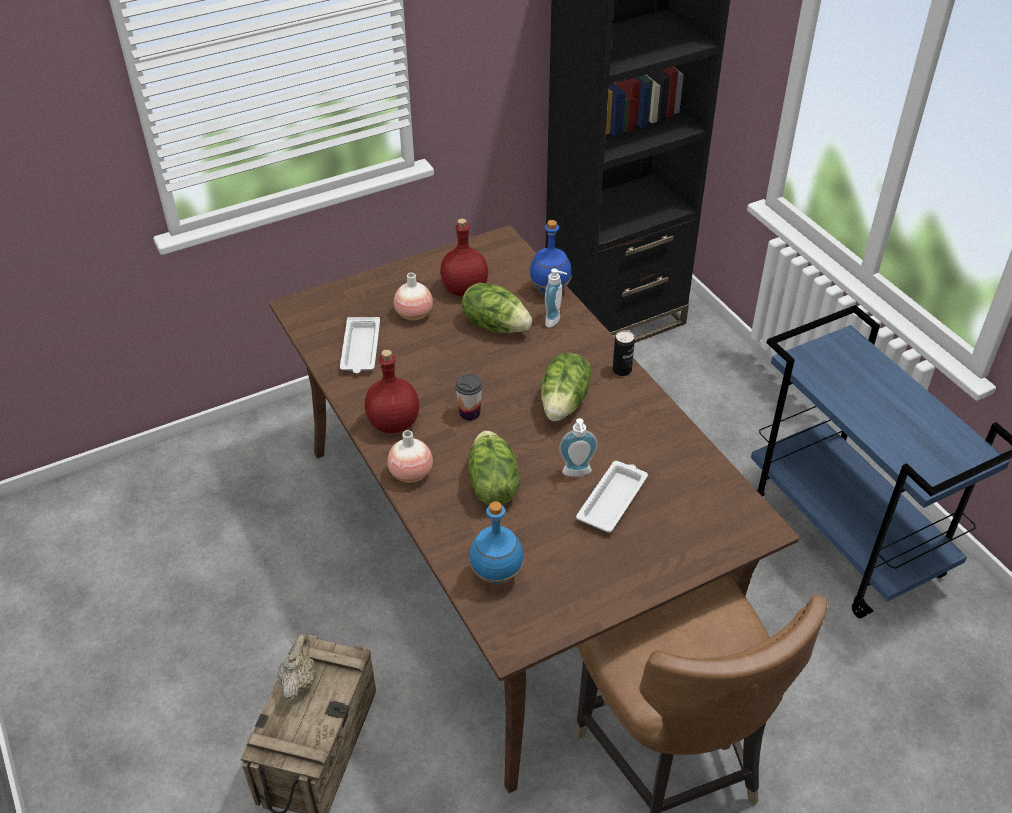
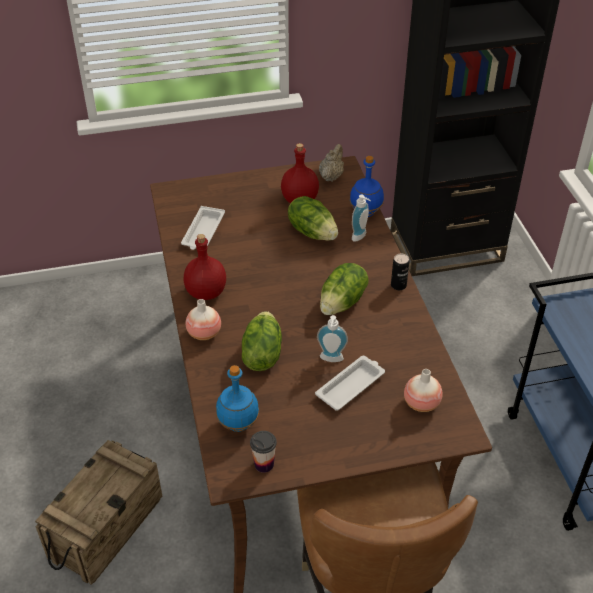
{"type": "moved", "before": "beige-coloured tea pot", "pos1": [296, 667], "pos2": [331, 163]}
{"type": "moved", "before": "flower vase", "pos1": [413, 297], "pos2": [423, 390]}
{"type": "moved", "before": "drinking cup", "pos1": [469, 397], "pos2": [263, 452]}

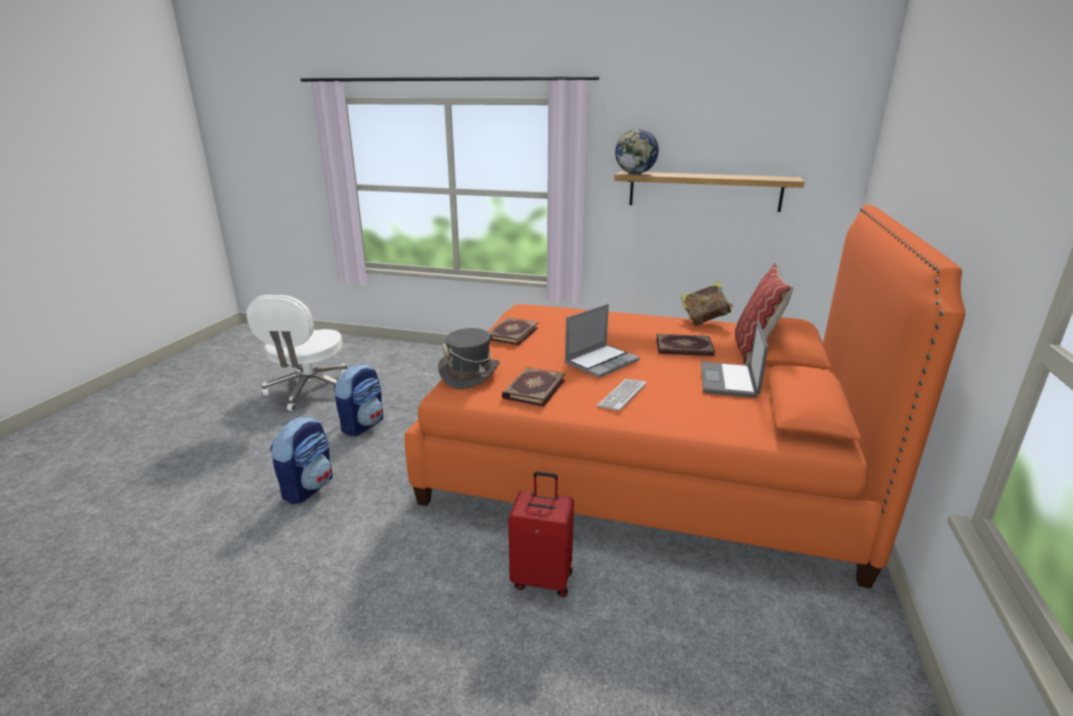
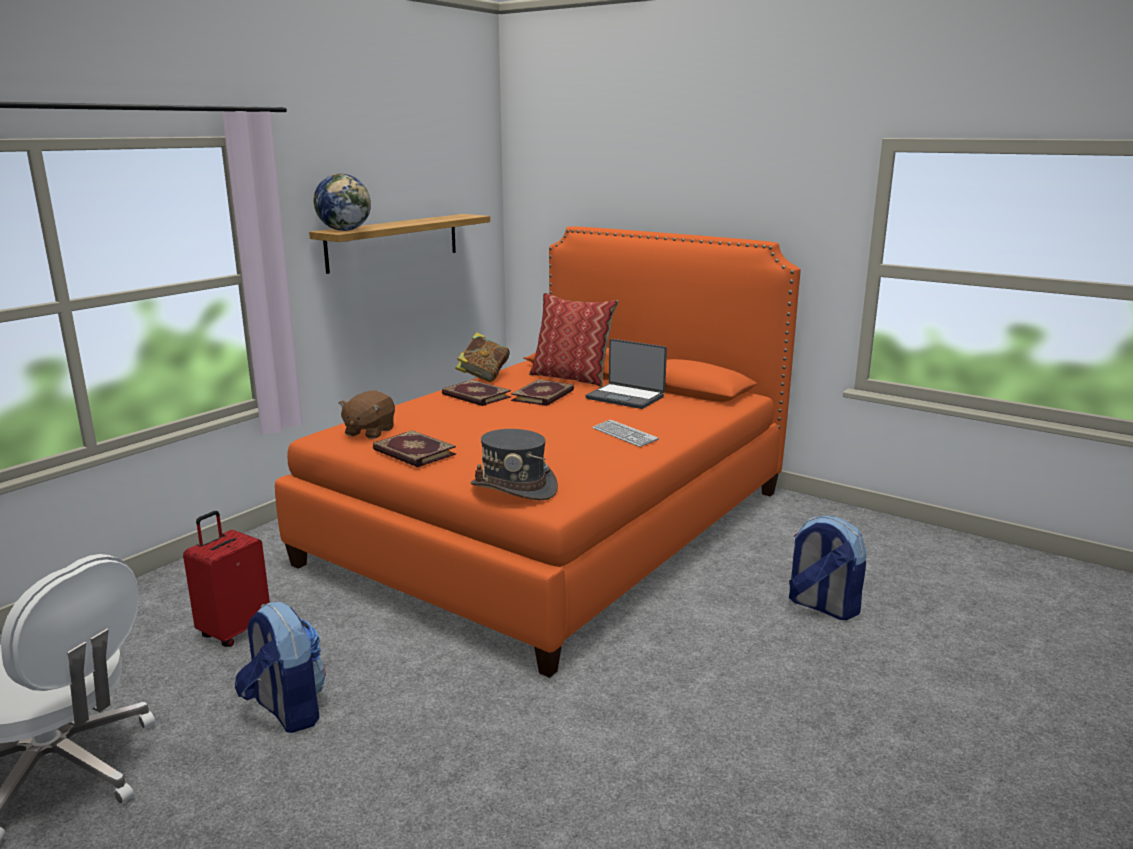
{"type": "moved", "before": "knapsack", "pos1": [301, 460], "pos2": [827, 568]}
{"type": "moved", "before": "bound book", "pos1": [533, 387], "pos2": [476, 393]}
{"type": "moved", "before": "red-coloured piece of luggage", "pos1": [541, 534], "pos2": [226, 579]}
{"type": "removed", "before": "portable computer", "pos1": [602, 341]}
{"type": "added", "after": "brown-coloured plush toy", "pos2": [367, 414]}

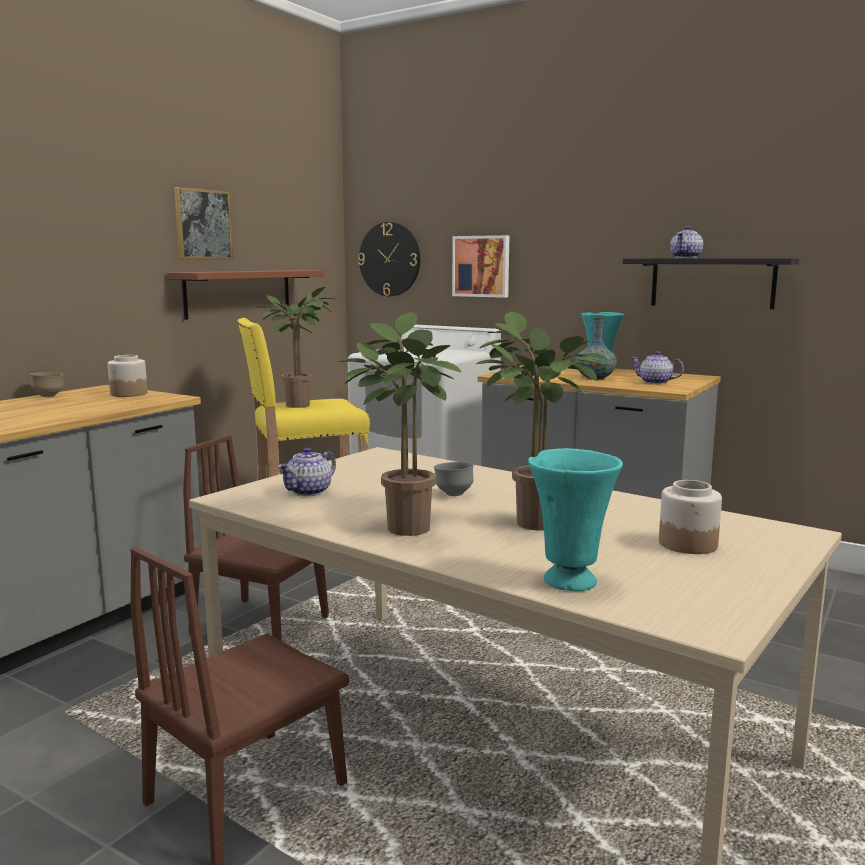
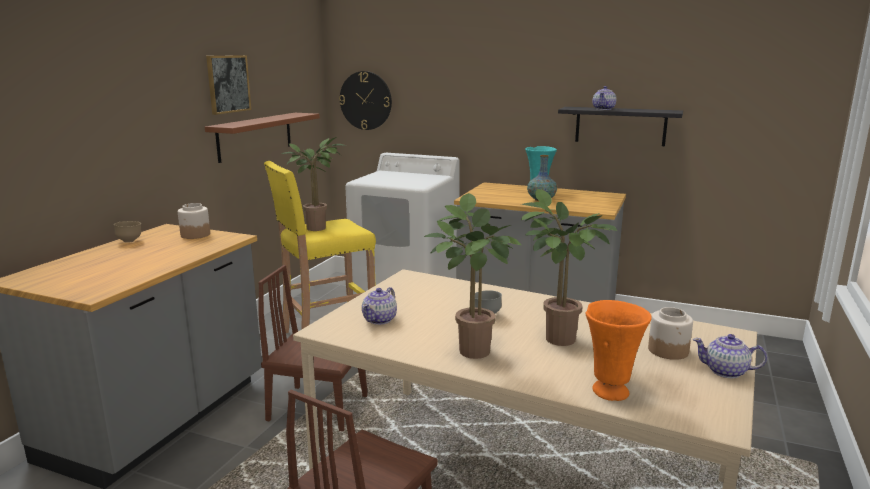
{"type": "removed", "before": "picture", "pos1": [480, 266]}
{"type": "recoloured", "before": "turquoise-coloured flower vase", "after": "orange flower vase", "pos1": [575, 519], "pos2": [618, 350]}
{"type": "moved", "before": "tea pot", "pos1": [657, 367], "pos2": [730, 356]}

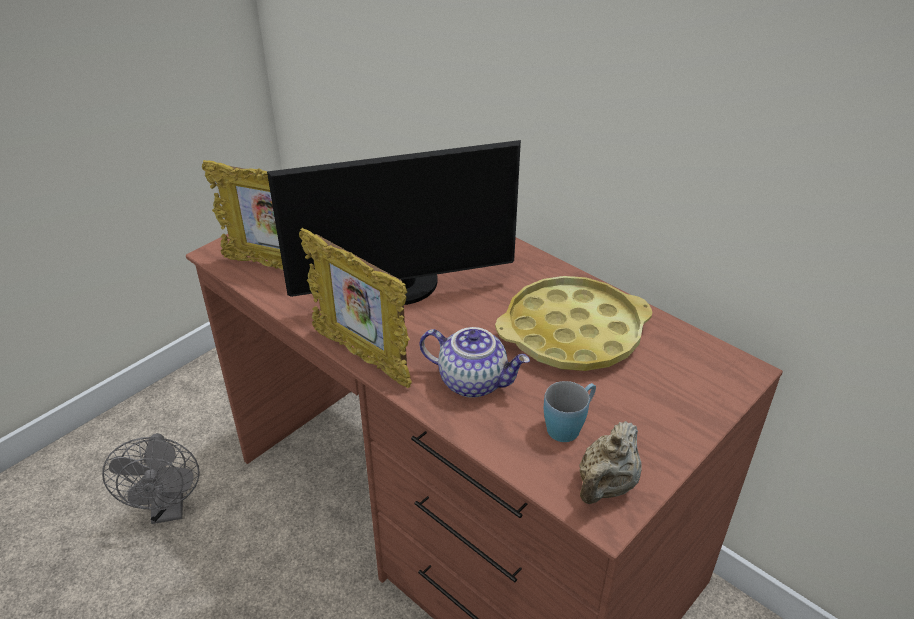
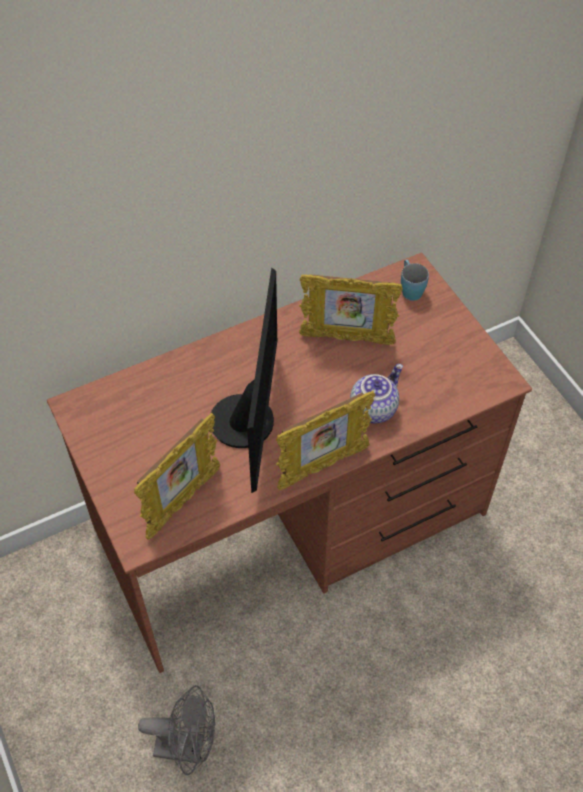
{"type": "replaced", "before": "yellowish serving tray", "after": "photo frame", "pos1": [573, 323], "pos2": [351, 309]}
{"type": "moved", "before": "bluish tea mug", "pos1": [570, 411], "pos2": [415, 280]}
{"type": "removed", "before": "beige-coloured tea pot", "pos1": [610, 462]}

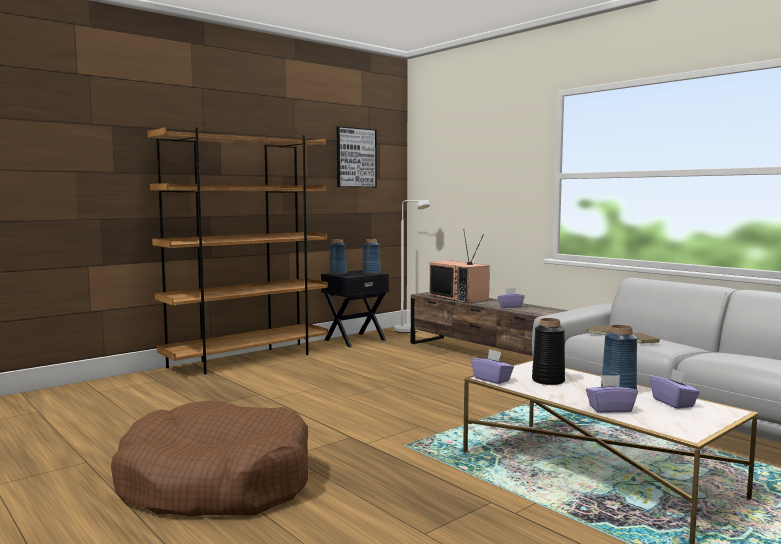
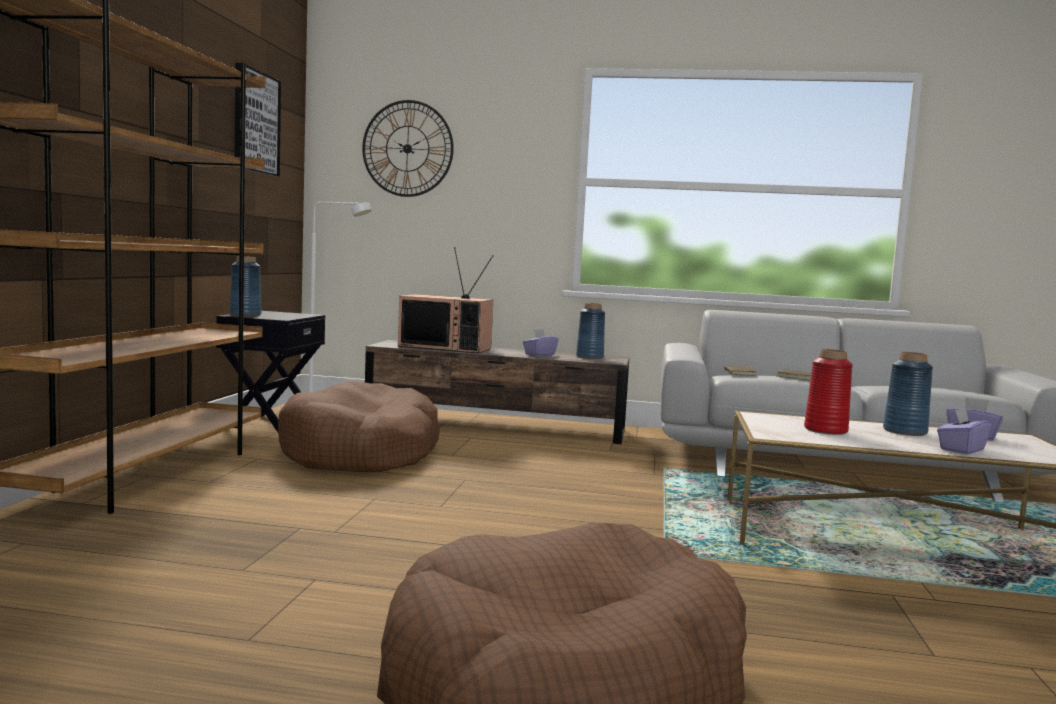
{"type": "moved", "before": "bluish flower vase", "pos1": [372, 256], "pos2": [590, 331]}
{"type": "removed", "before": "purplish tissue holder", "pos1": [492, 366]}
{"type": "recoloured", "before": "black-coloured flower vase", "after": "red-coloured flower vase", "pos1": [548, 351], "pos2": [828, 392]}
{"type": "added", "after": "brown-coloured dog bed", "pos2": [359, 426]}
{"type": "added", "after": "clock on the wall", "pos2": [408, 148]}

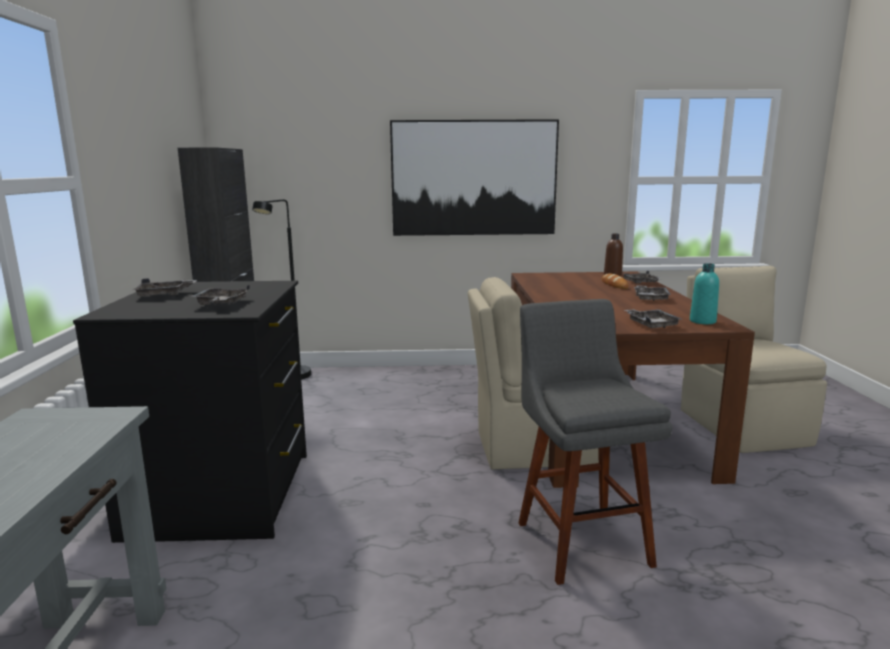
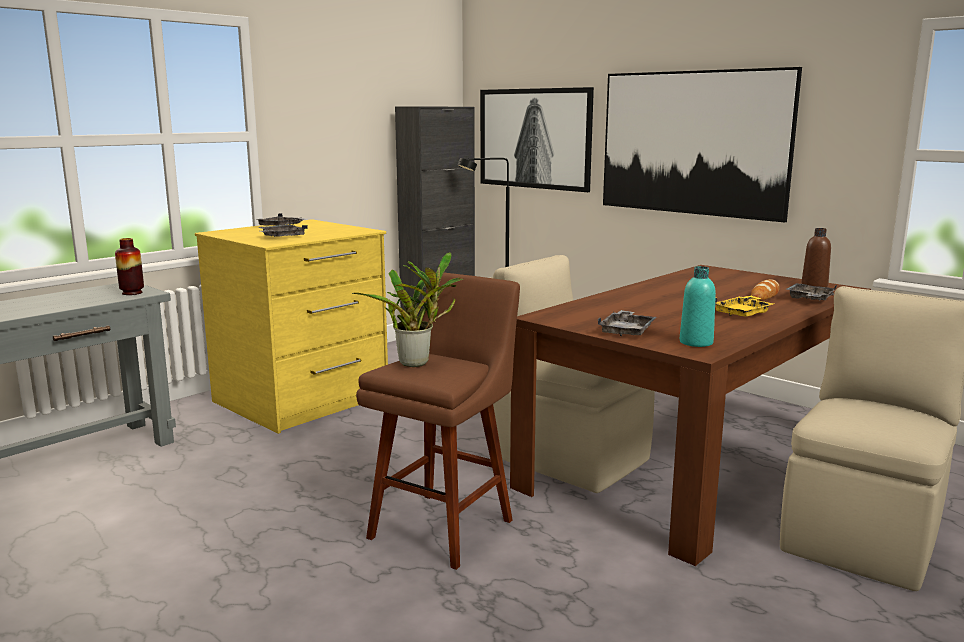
{"type": "recoloured", "before": "black-coloured dresser", "after": "yellowish dresser", "pos1": [190, 412], "pos2": [291, 326]}
{"type": "recoloured", "before": "gray stool seat", "after": "brown-coloured stool seat", "pos1": [595, 442], "pos2": [438, 421]}
{"type": "recoloured", "before": "gray serving tray", "after": "yellowish serving tray", "pos1": [652, 293], "pos2": [744, 306]}
{"type": "added", "after": "flower vase", "pos2": [129, 266]}
{"type": "added", "after": "potted plant", "pos2": [408, 309]}
{"type": "added", "after": "picture", "pos2": [537, 139]}

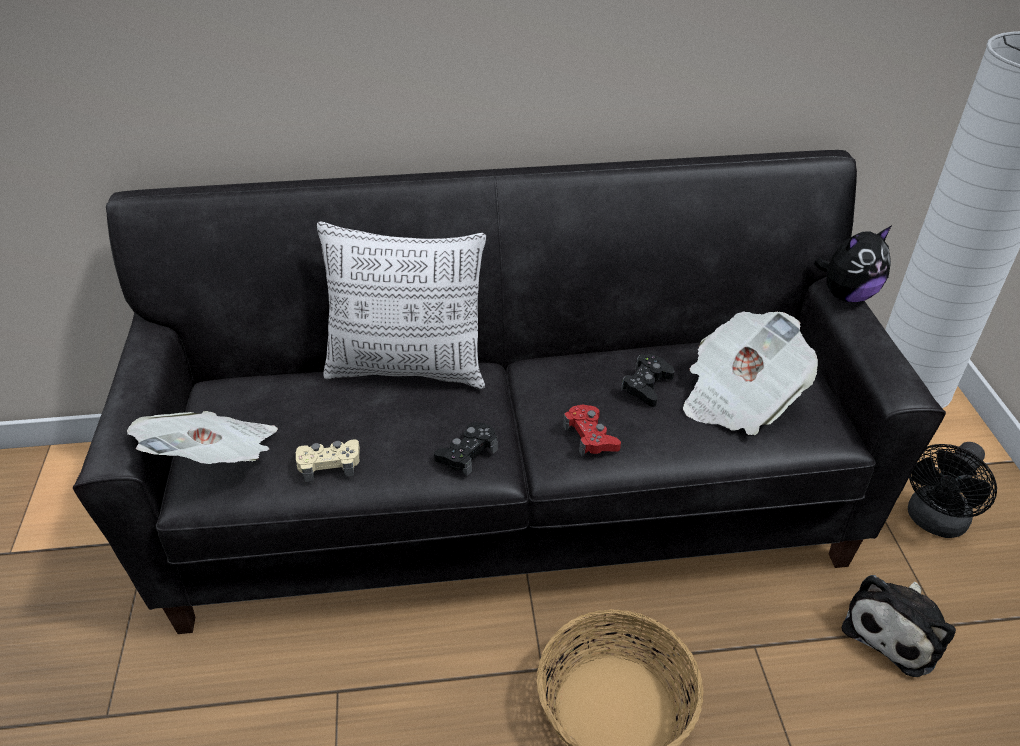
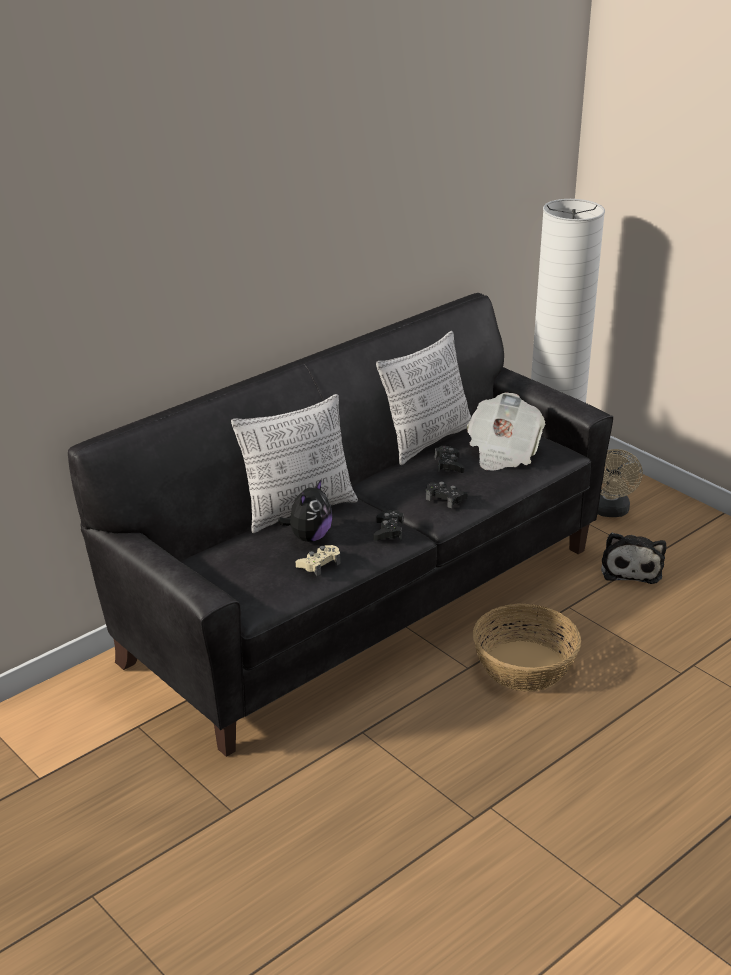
{"type": "removed", "before": "printed paper", "pos1": [202, 437]}
{"type": "recoloured", "before": "red-coloured game controller", "after": "black-coloured game controller", "pos1": [592, 430], "pos2": [447, 495]}
{"type": "moved", "before": "plush toy", "pos1": [853, 263], "pos2": [305, 510]}
{"type": "recoloured", "before": "black-coloured cooling fan", "after": "beige-coloured cooling fan", "pos1": [952, 490], "pos2": [620, 483]}
{"type": "added", "after": "throw pillow", "pos2": [424, 398]}

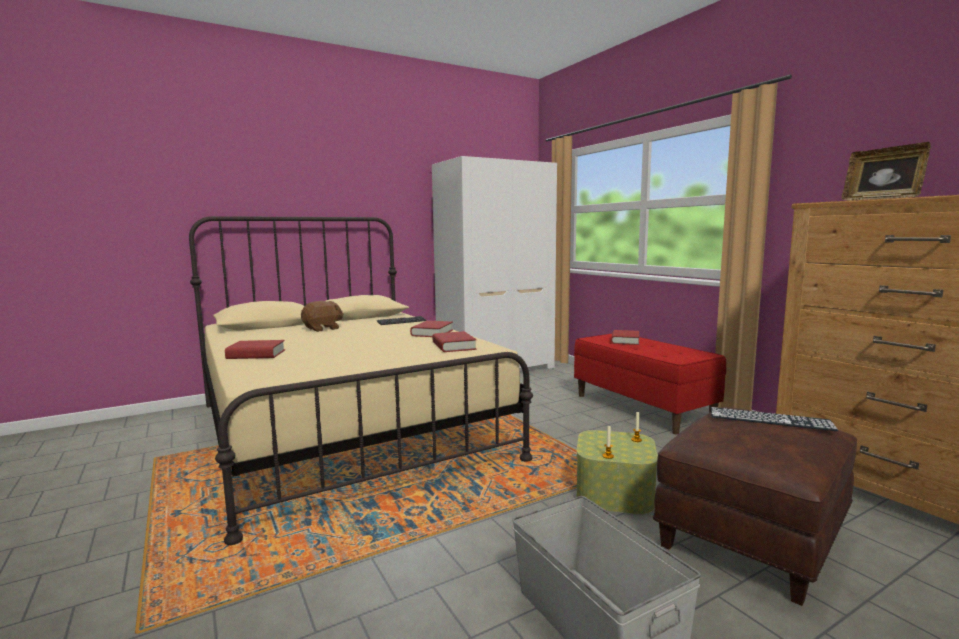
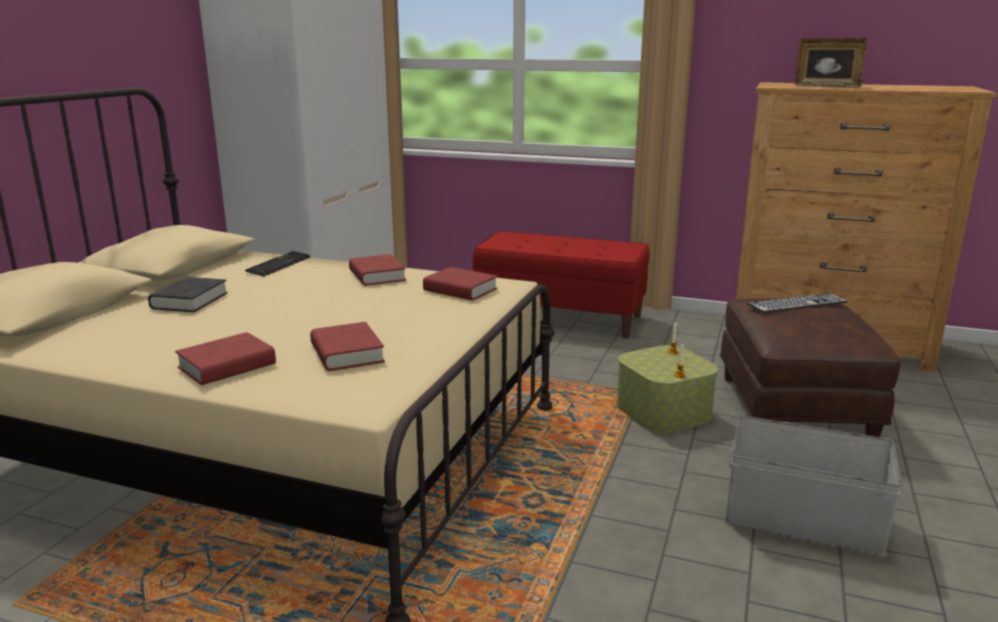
{"type": "replaced", "before": "brown-coloured plush toy", "after": "black-coloured bound book", "pos1": [322, 316], "pos2": [188, 294]}
{"type": "moved", "before": "red-coloured bound book", "pos1": [625, 337], "pos2": [347, 346]}

